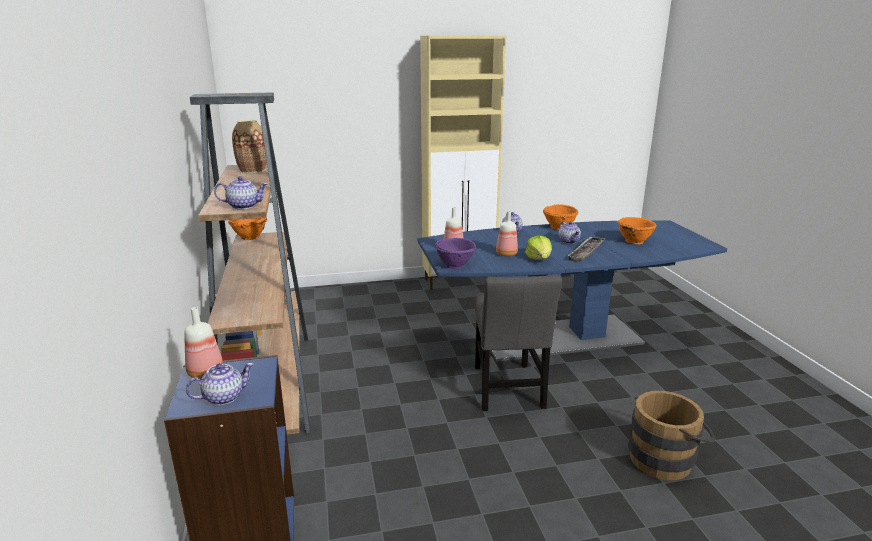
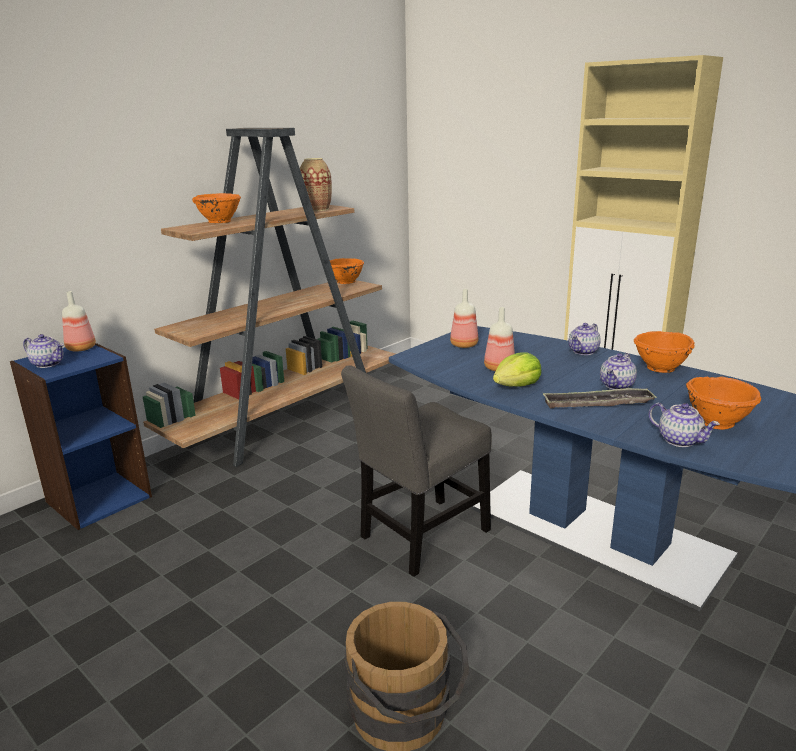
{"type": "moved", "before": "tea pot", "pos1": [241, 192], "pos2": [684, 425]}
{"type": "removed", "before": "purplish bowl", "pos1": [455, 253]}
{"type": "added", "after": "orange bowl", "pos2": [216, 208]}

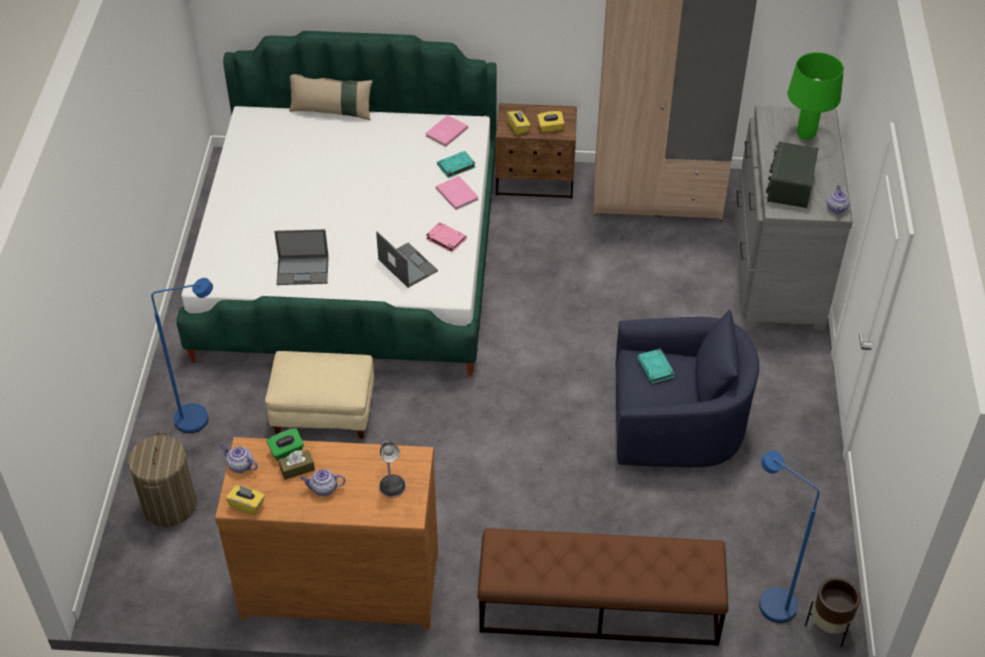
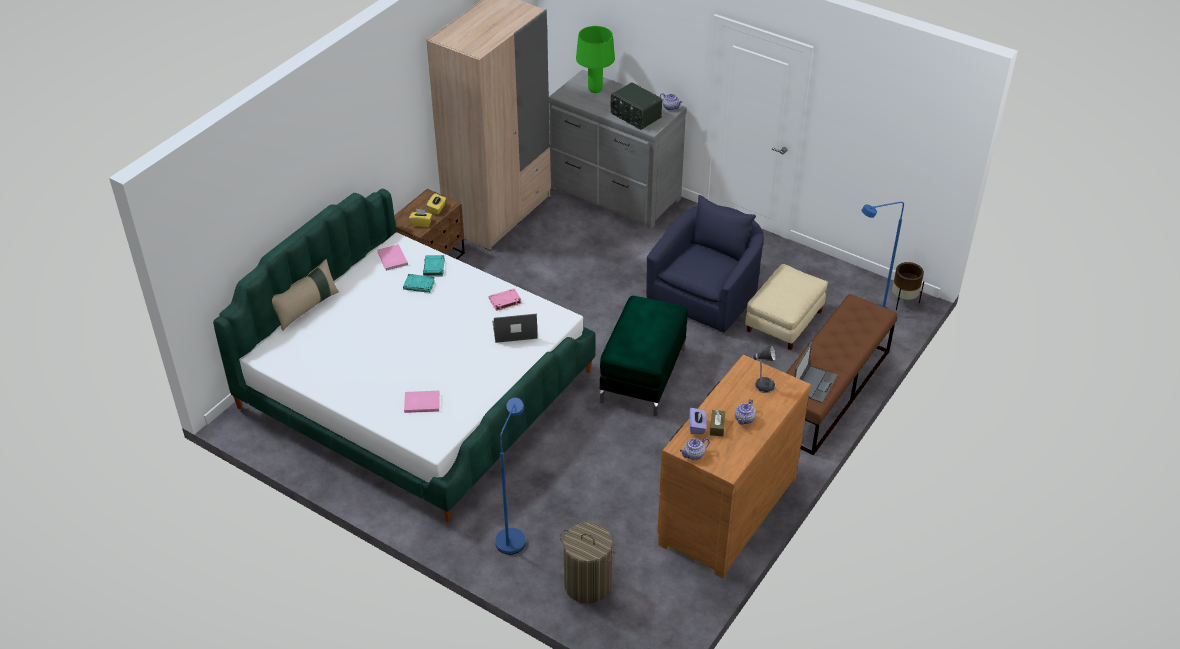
{"type": "removed", "before": "yellowish tissue holder", "pos1": [245, 500]}
{"type": "moved", "before": "beige-coloured ottoman", "pos1": [319, 395], "pos2": [786, 307]}
{"type": "recoloured", "before": "green tissue holder", "after": "purplish tissue holder", "pos1": [285, 444], "pos2": [698, 421]}
{"type": "moved", "before": "portable computer", "pos1": [301, 257], "pos2": [816, 372]}
{"type": "moved", "before": "pink bound book", "pos1": [457, 193], "pos2": [422, 402]}
{"type": "moved", "before": "turquoise-coloured bound book", "pos1": [656, 366], "pos2": [419, 283]}
{"type": "added", "after": "green ottoman", "pos2": [643, 356]}

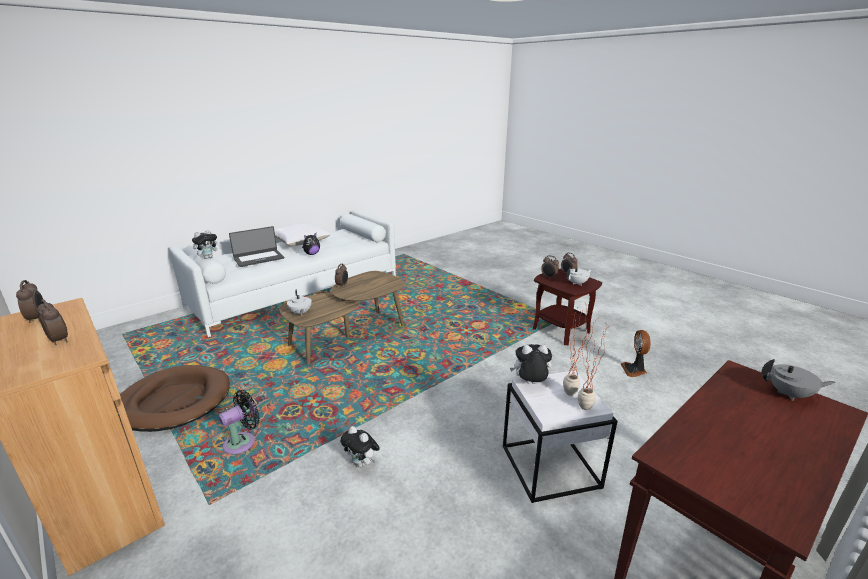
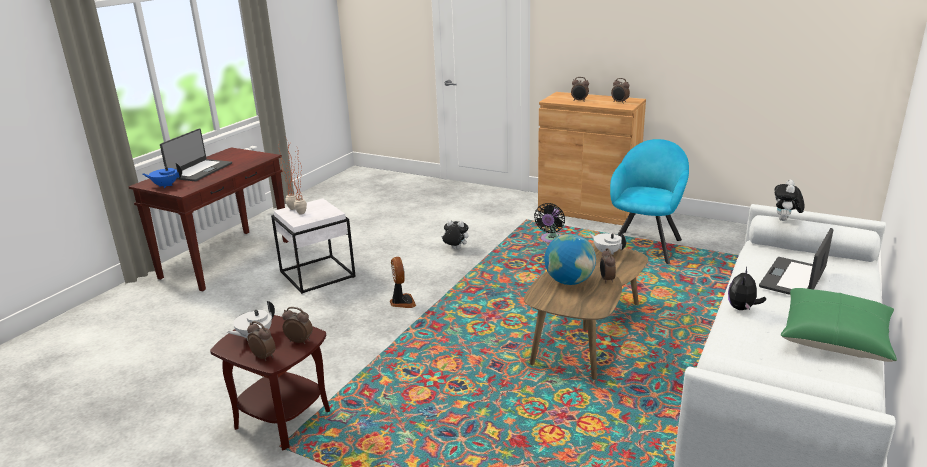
{"type": "replaced", "before": "brown-coloured dog bed", "after": "turquoise-coloured easy chair", "pos1": [175, 398], "pos2": [649, 201]}
{"type": "recoloured", "before": "white throw pillow", "after": "green throw pillow", "pos1": [302, 234], "pos2": [839, 325]}
{"type": "removed", "before": "plush toy", "pos1": [531, 364]}
{"type": "moved", "before": "cooling fan", "pos1": [636, 353], "pos2": [403, 282]}
{"type": "recoloured", "before": "gray tea pot", "after": "bluish tea pot", "pos1": [799, 380], "pos2": [162, 175]}
{"type": "added", "after": "portable computer", "pos2": [196, 154]}
{"type": "added", "after": "desk globe", "pos2": [570, 259]}

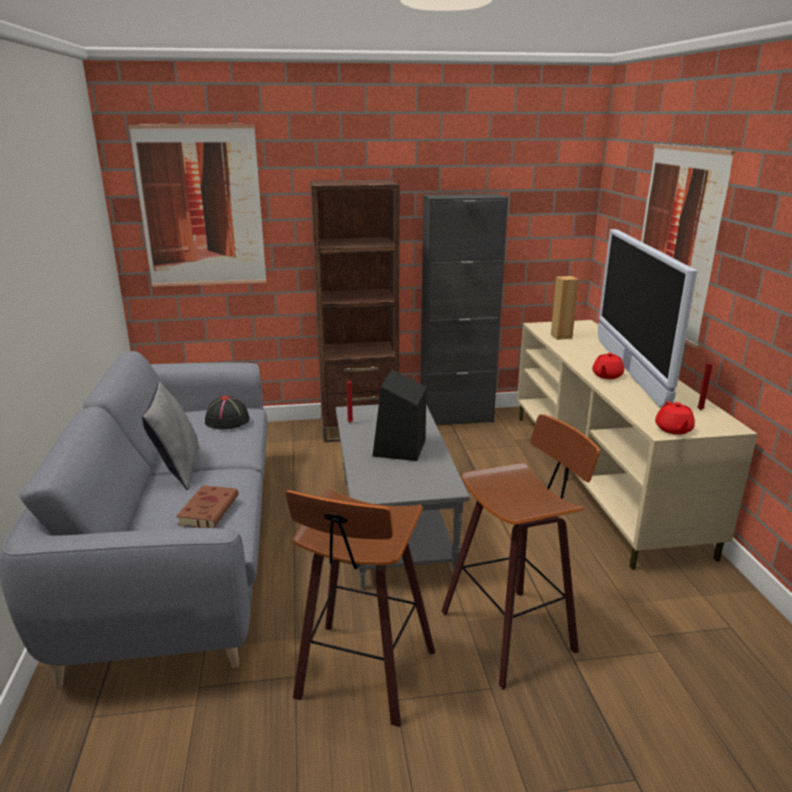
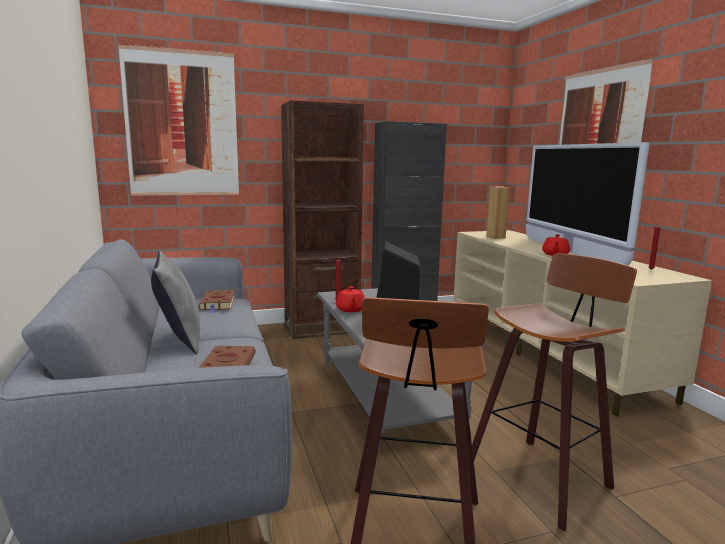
{"type": "replaced", "before": "black-coloured wearable hat", "after": "brown-coloured bound book", "pos1": [227, 413], "pos2": [217, 301]}
{"type": "moved", "before": "red-coloured tea pot", "pos1": [675, 418], "pos2": [350, 299]}

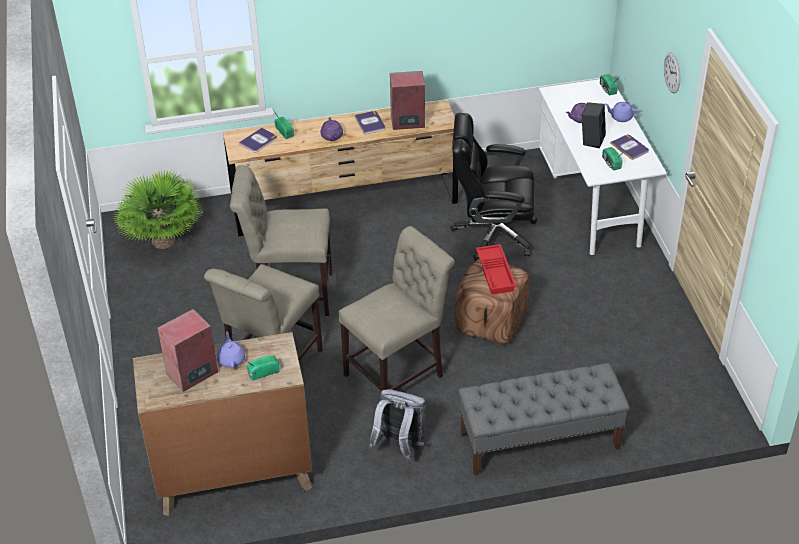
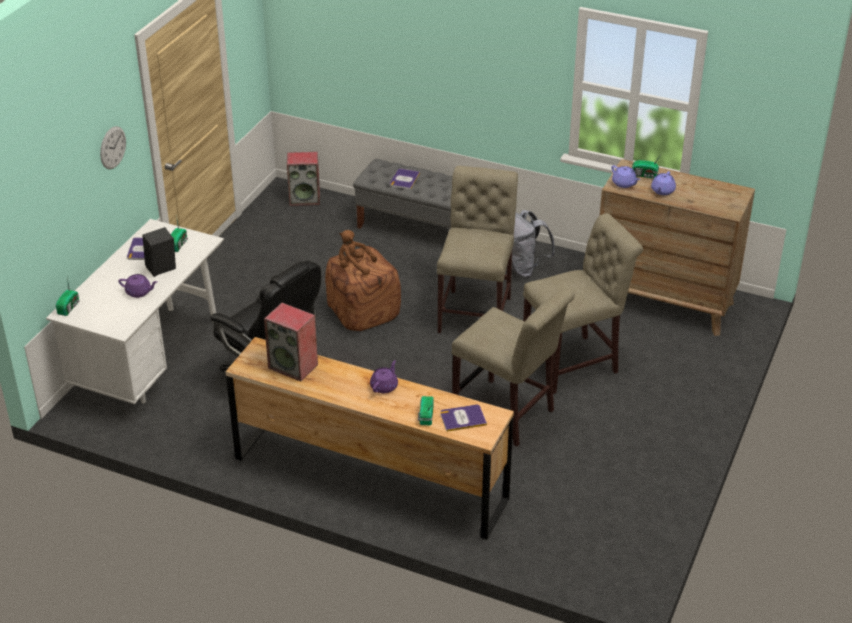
{"type": "removed", "before": "potted plant", "pos1": [157, 209]}
{"type": "moved", "before": "loudspeaker", "pos1": [187, 350], "pos2": [303, 179]}
{"type": "turned", "before": "beige-coloured upright chair", "pos1": [396, 308], "pos2": [477, 249], "turn": 105}
{"type": "moved", "before": "bound book", "pos1": [369, 123], "pos2": [405, 179]}
{"type": "replaced", "before": "red-coloured serving tray", "after": "brown-coloured plush toy", "pos1": [496, 269], "pos2": [358, 253]}
{"type": "moved", "before": "purplish tea pot", "pos1": [622, 112], "pos2": [625, 176]}

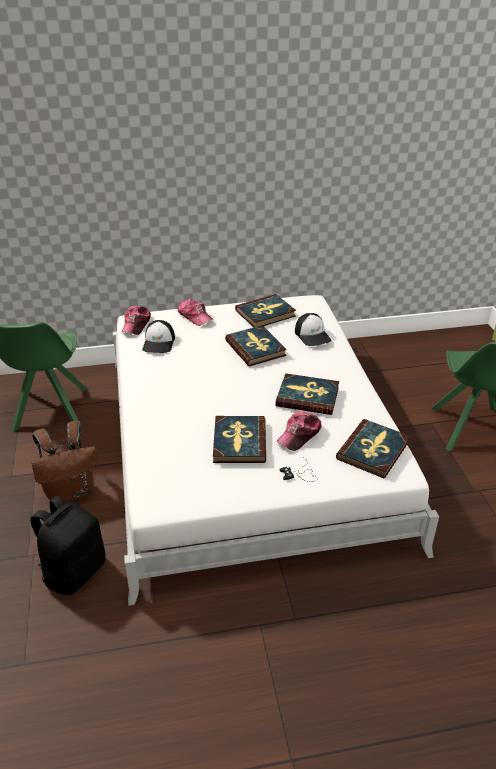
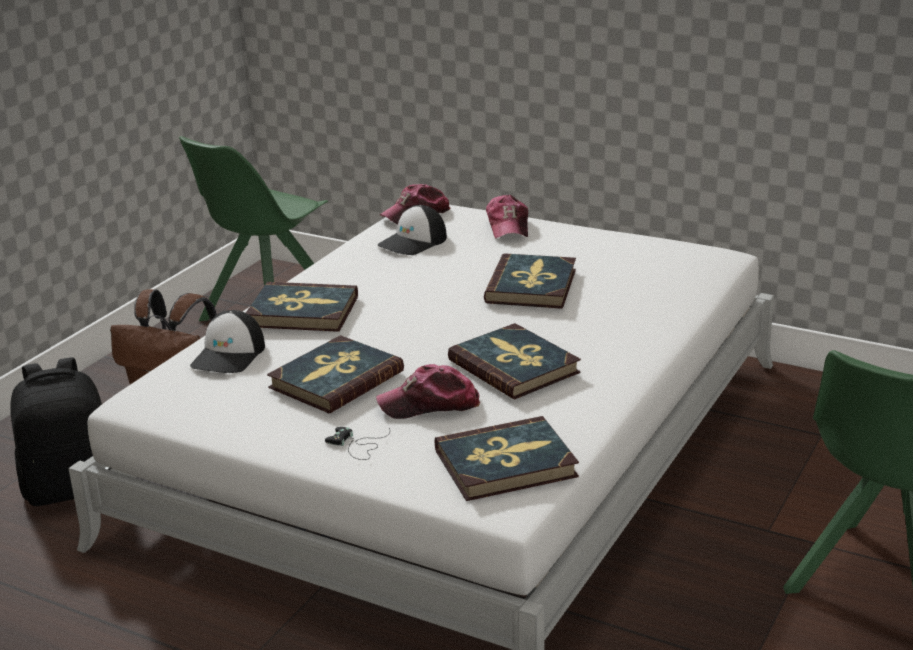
{"type": "moved", "before": "bound book", "pos1": [265, 310], "pos2": [302, 307]}
{"type": "moved", "before": "baseball cap", "pos1": [313, 329], "pos2": [227, 341]}

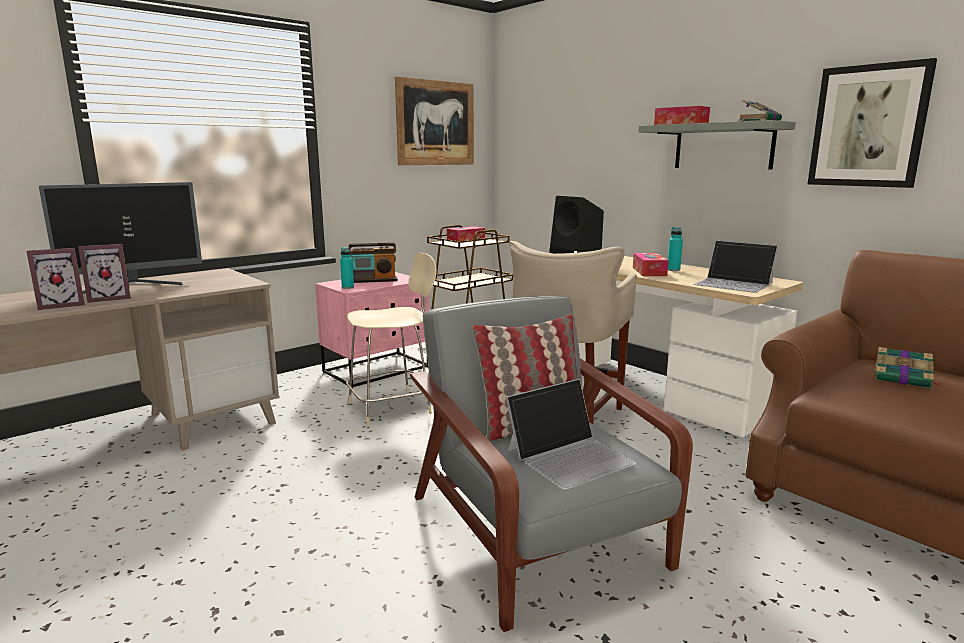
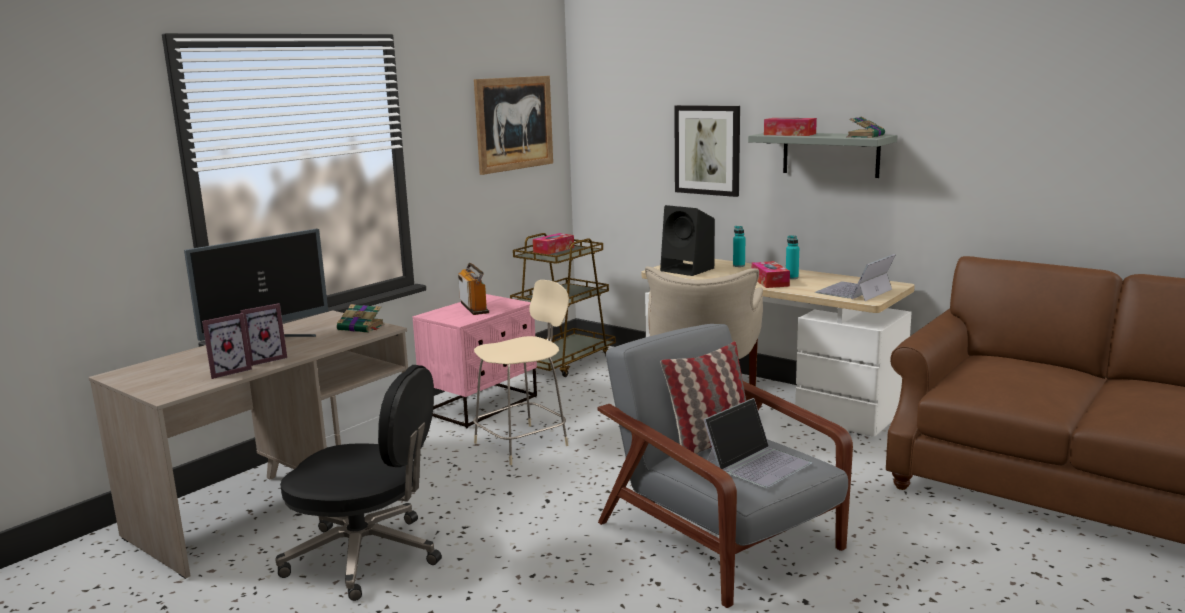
{"type": "moved", "before": "turquoise-coloured drink bottle", "pos1": [347, 268], "pos2": [739, 246]}
{"type": "turned", "before": "radio", "pos1": [373, 262], "pos2": [473, 289], "turn": -90}
{"type": "turned", "before": "portable computer", "pos1": [736, 266], "pos2": [855, 277], "turn": 105}
{"type": "moved", "before": "picture", "pos1": [872, 123], "pos2": [707, 151]}
{"type": "moved", "before": "bound book", "pos1": [908, 367], "pos2": [361, 318]}
{"type": "added", "after": "black-coloured desk chair", "pos2": [359, 483]}

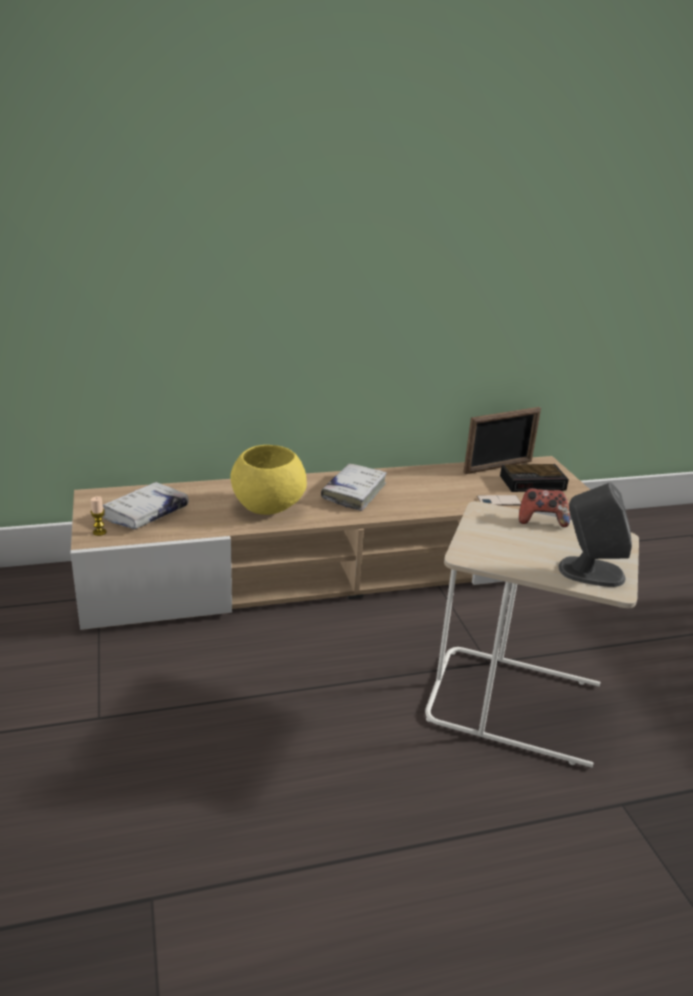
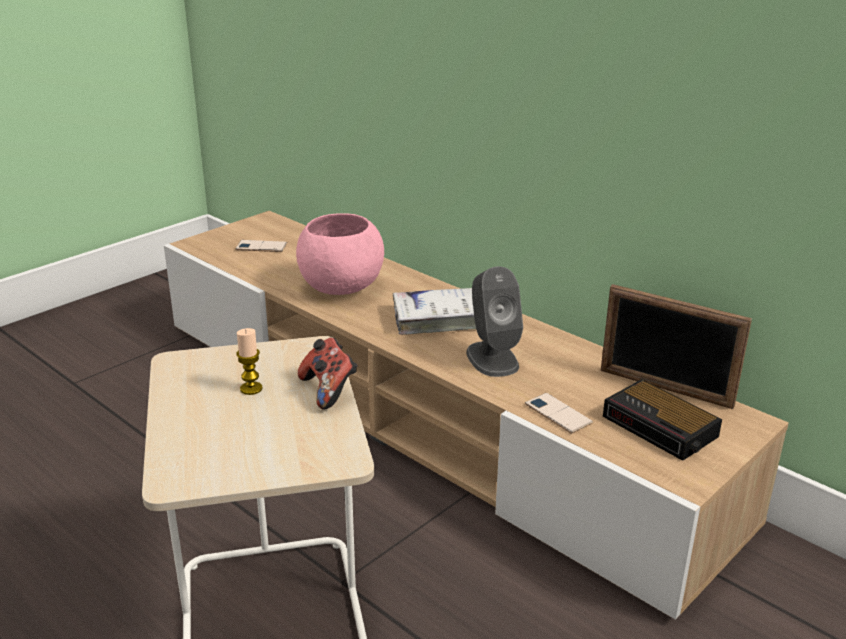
{"type": "moved", "before": "candle", "pos1": [99, 516], "pos2": [249, 361]}
{"type": "replaced", "before": "white bound book", "after": "phone", "pos1": [146, 505], "pos2": [261, 246]}
{"type": "recoloured", "before": "yellowish bowl", "after": "pink bowl", "pos1": [268, 480], "pos2": [340, 254]}
{"type": "moved", "before": "gray loudspeaker", "pos1": [595, 535], "pos2": [494, 321]}

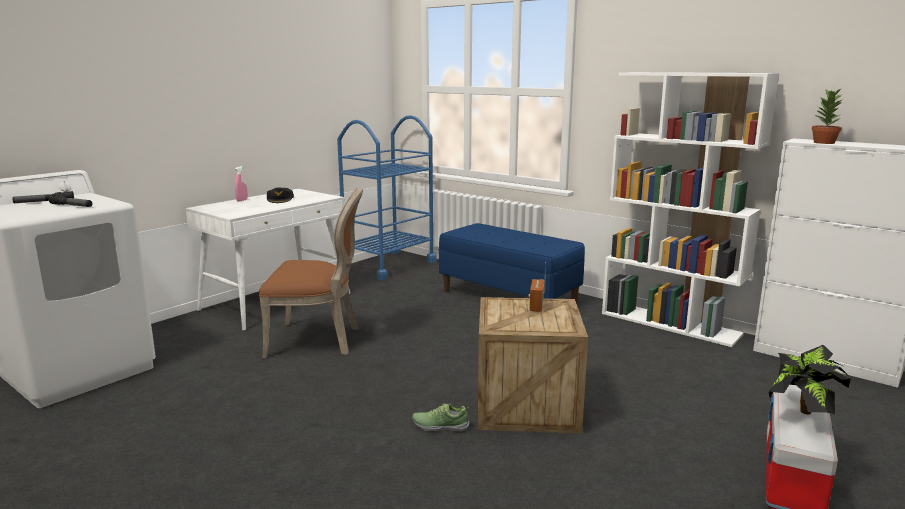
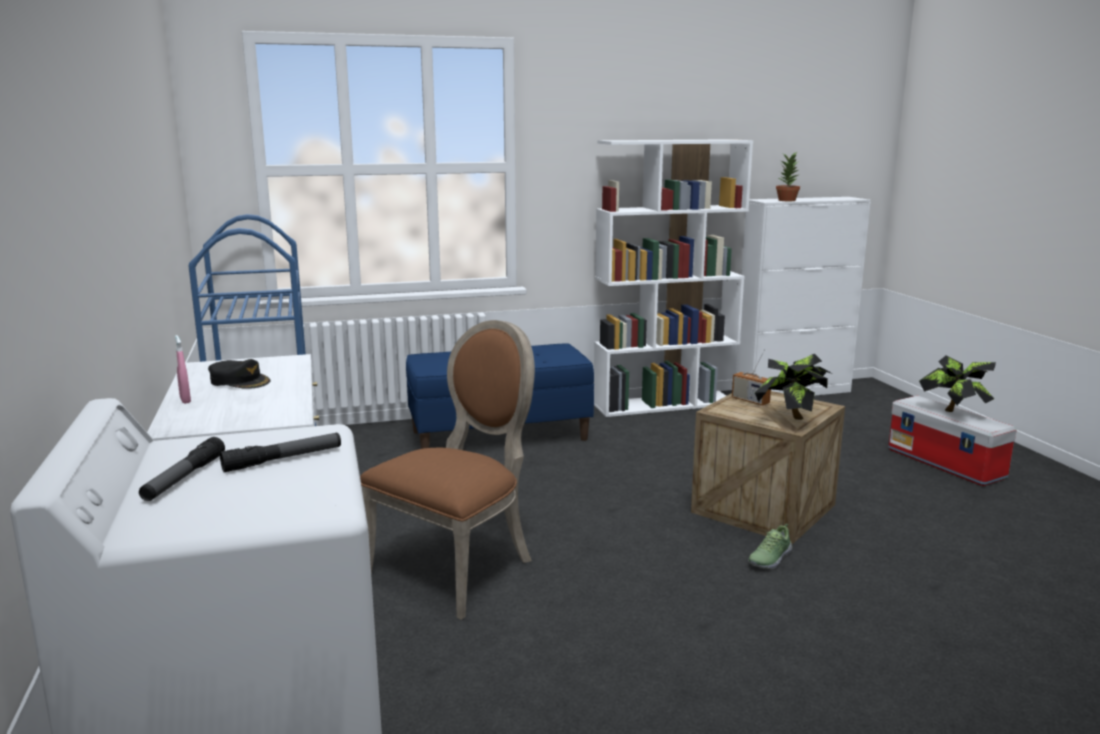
{"type": "added", "after": "potted plant", "pos2": [794, 387]}

